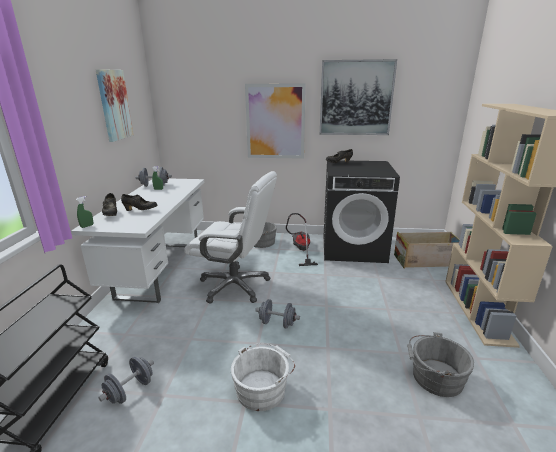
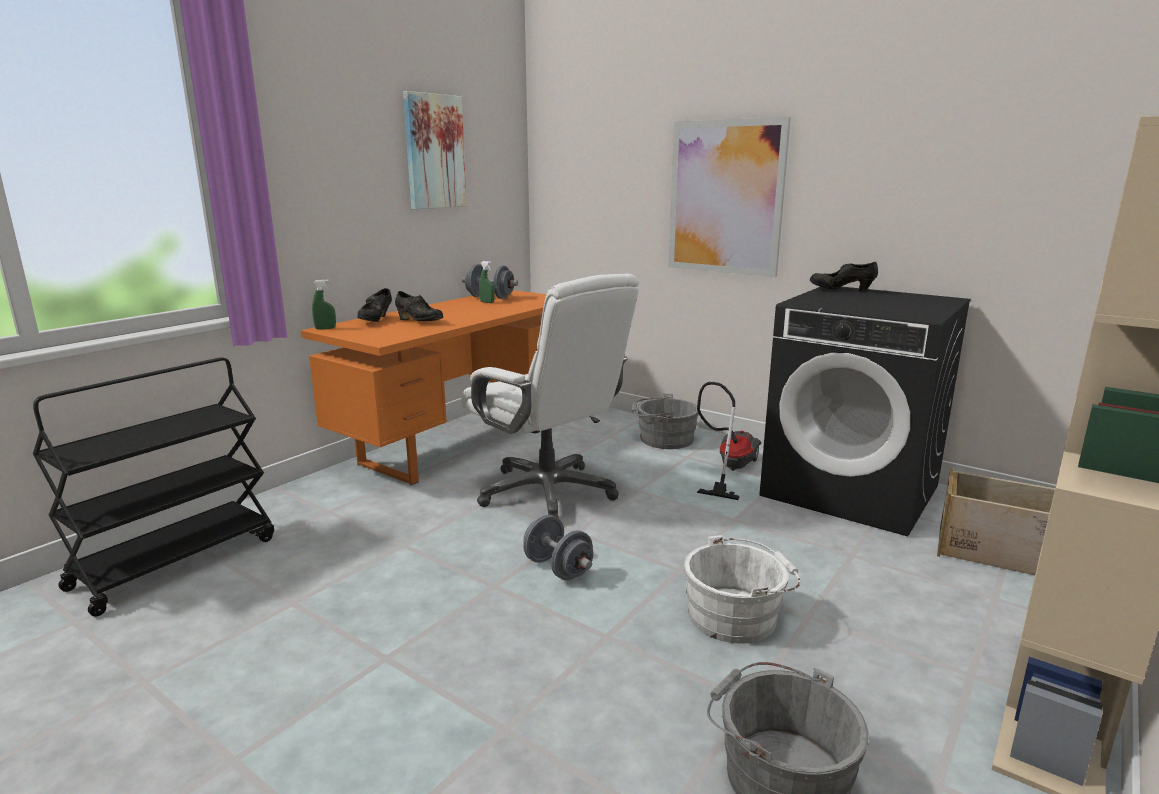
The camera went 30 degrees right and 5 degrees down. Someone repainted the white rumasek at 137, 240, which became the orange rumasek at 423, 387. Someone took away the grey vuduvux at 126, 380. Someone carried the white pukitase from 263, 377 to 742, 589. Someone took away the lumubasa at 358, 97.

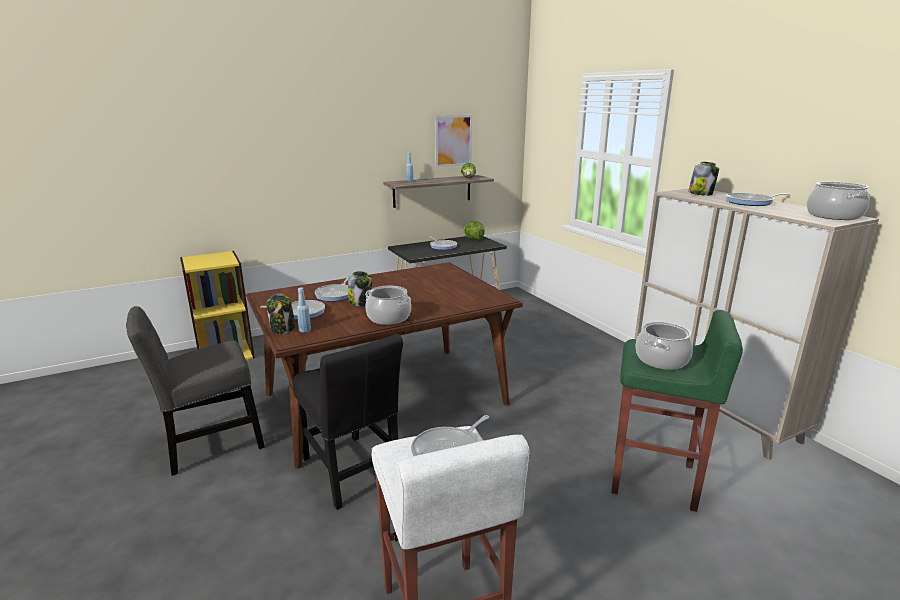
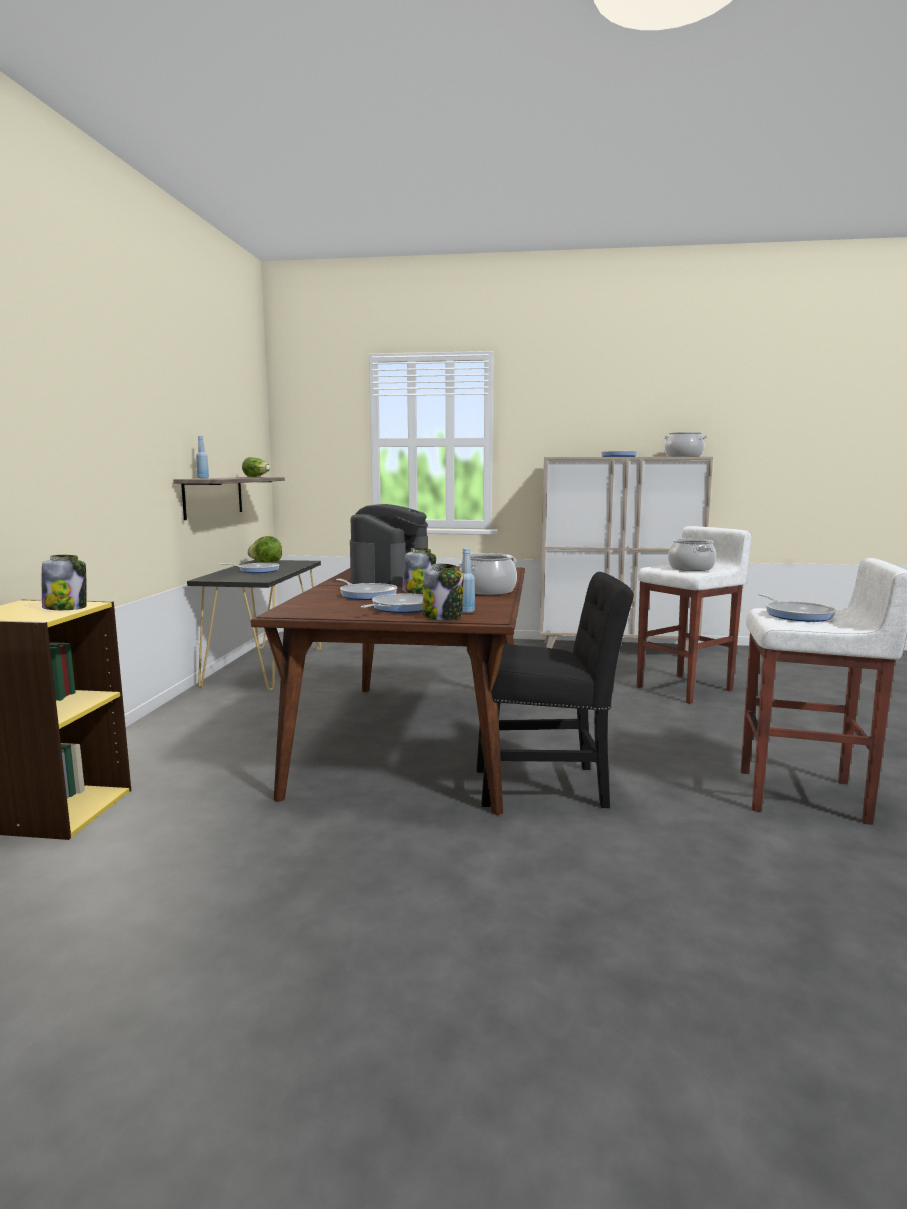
The camera went 55 degrees left and 10 degrees down. Someone took away the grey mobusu at 195, 391. Someone took away the lumubasa at 453, 141. Someone repainted the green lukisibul at 677, 411, which became the white lukisibul at 694, 615. Someone carried the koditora from 703, 179 to 64, 582. Someone put down the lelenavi at 389, 545.

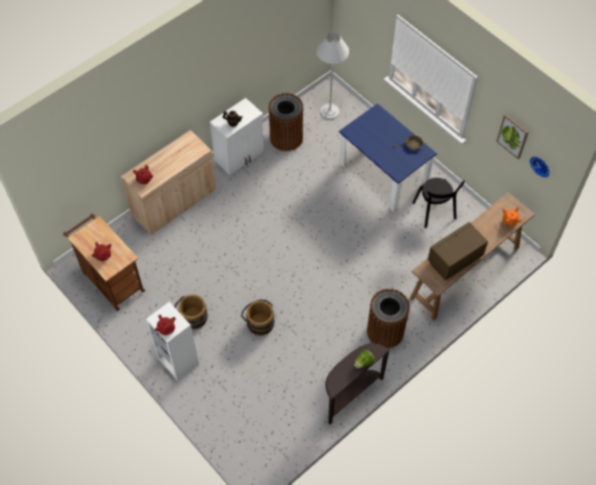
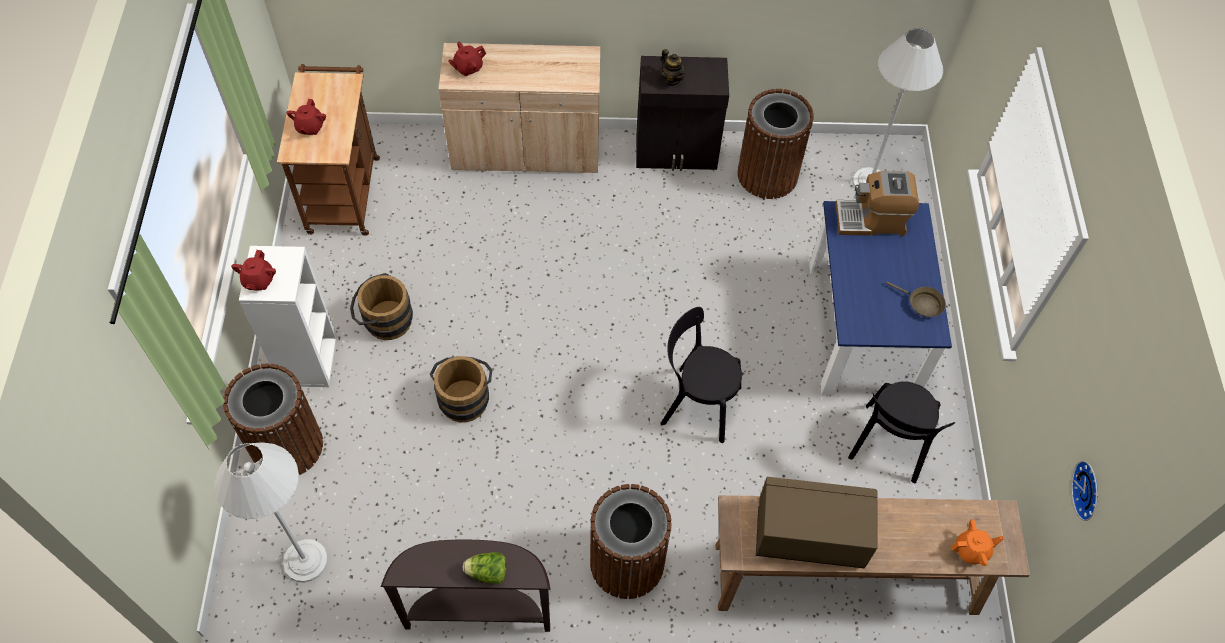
The camera went 40 degrees right and 0 degrees up. Someone repainted the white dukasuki at 237, 136, which became the black dukasuki at 682, 113. Someone took away the lumubasa at 512, 136. Someone put down the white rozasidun at 271, 512. Someone put down the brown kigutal at 273, 419. Someone put down the black mobusu at 701, 375. Someone put down the lelenavi at 877, 203.

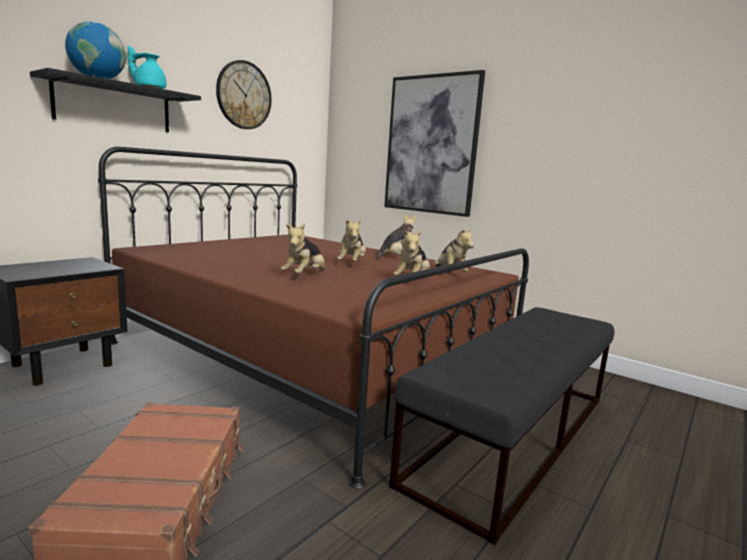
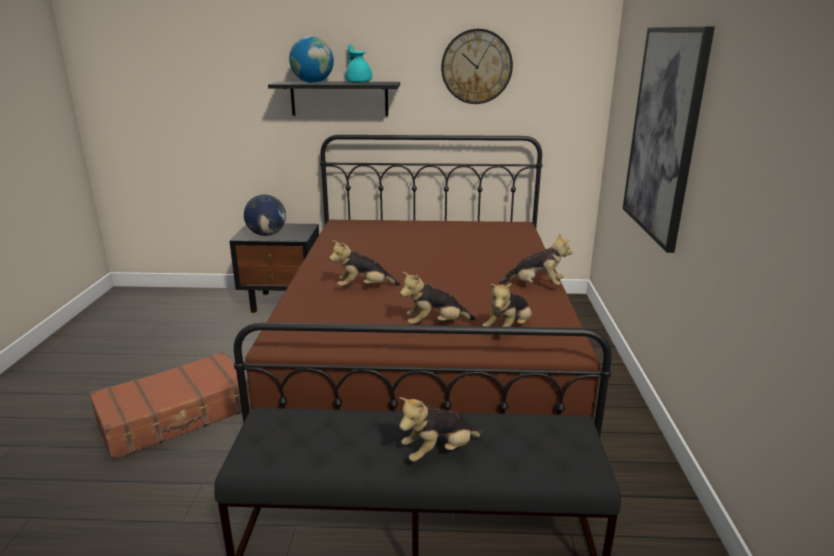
The camera went 55 degrees right and 10 degrees up. Someone carried the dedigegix from 351, 240 to 441, 429. Someone put down the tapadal at 265, 215.

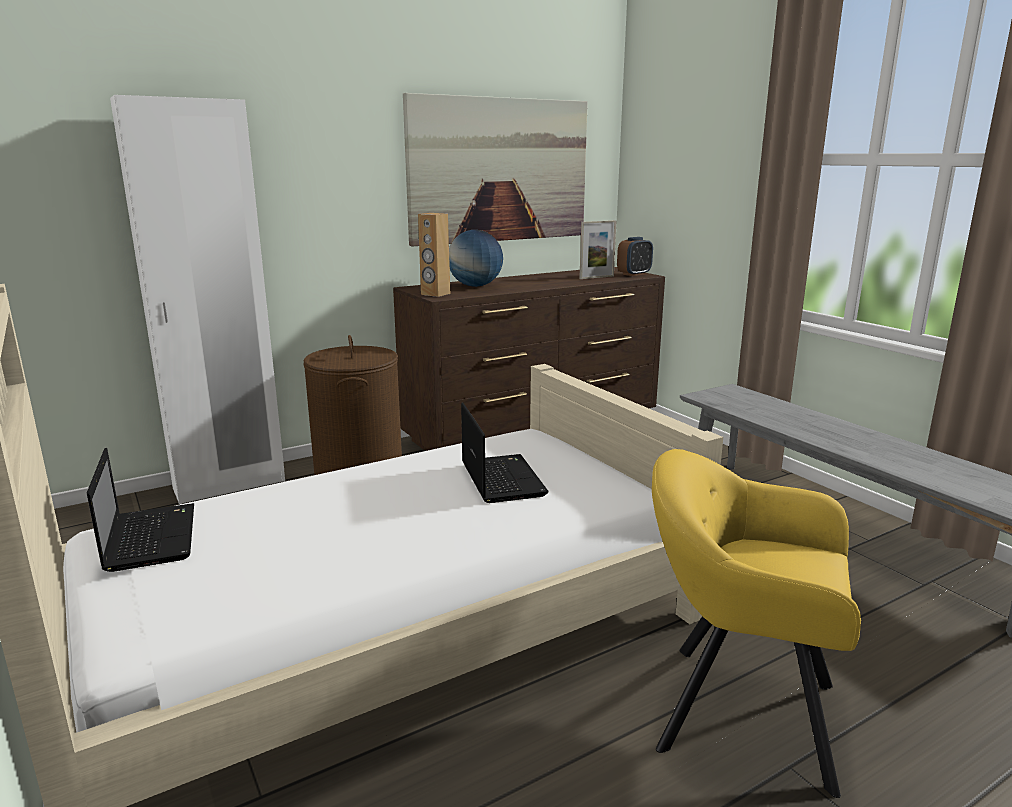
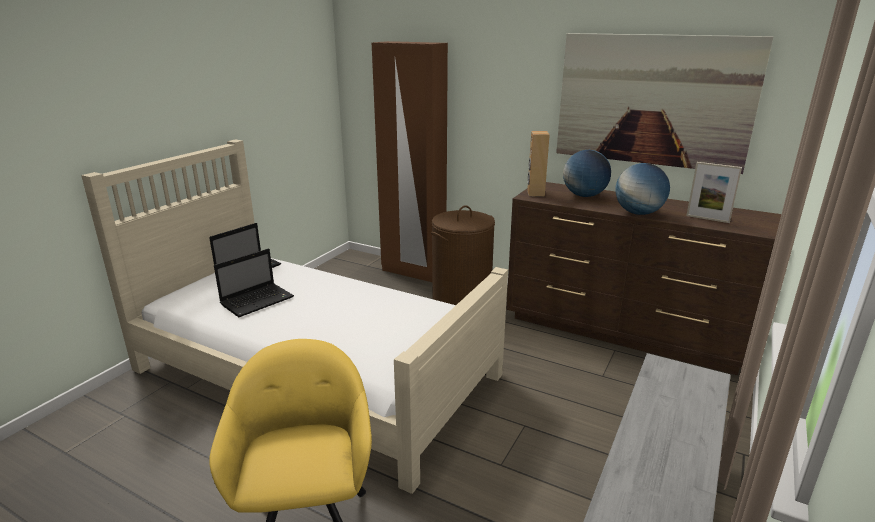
The camera went 60 degrees right and 5 degrees up. Someone repainted the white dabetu at 197, 299, which became the brown dabetu at 410, 161. Someone carried the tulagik from 504, 453 to 254, 283. Someone took away the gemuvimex at 635, 256. Someone put down the tapadal at 642, 189.

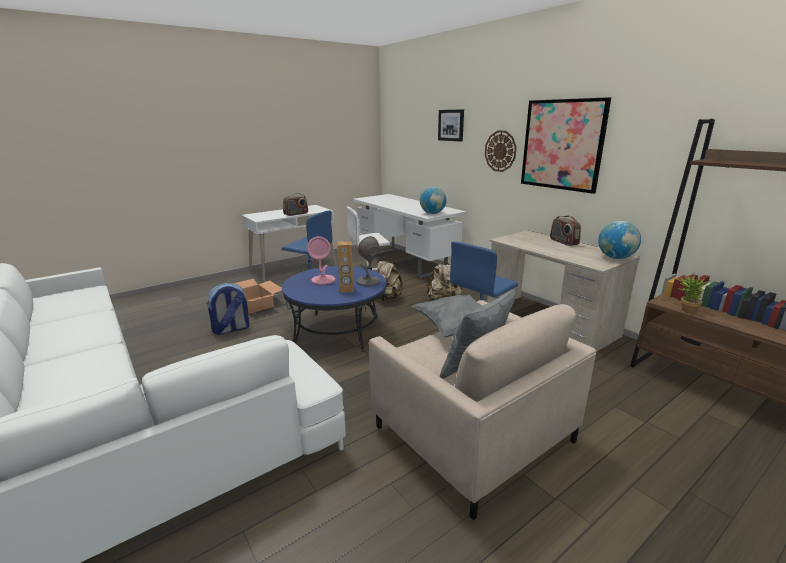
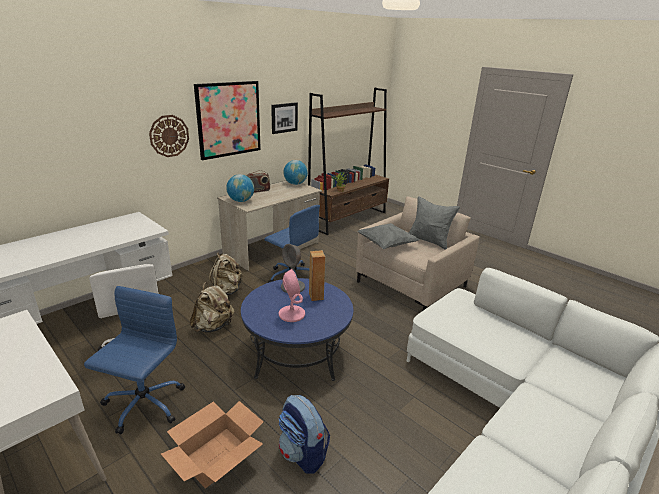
The camera went 100 degrees left and 5 degrees up. Someone took away the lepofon at 295, 204. Someone carried the tapadal from 433, 200 to 240, 188. Someone carried the lumubasa from 451, 125 to 284, 118.

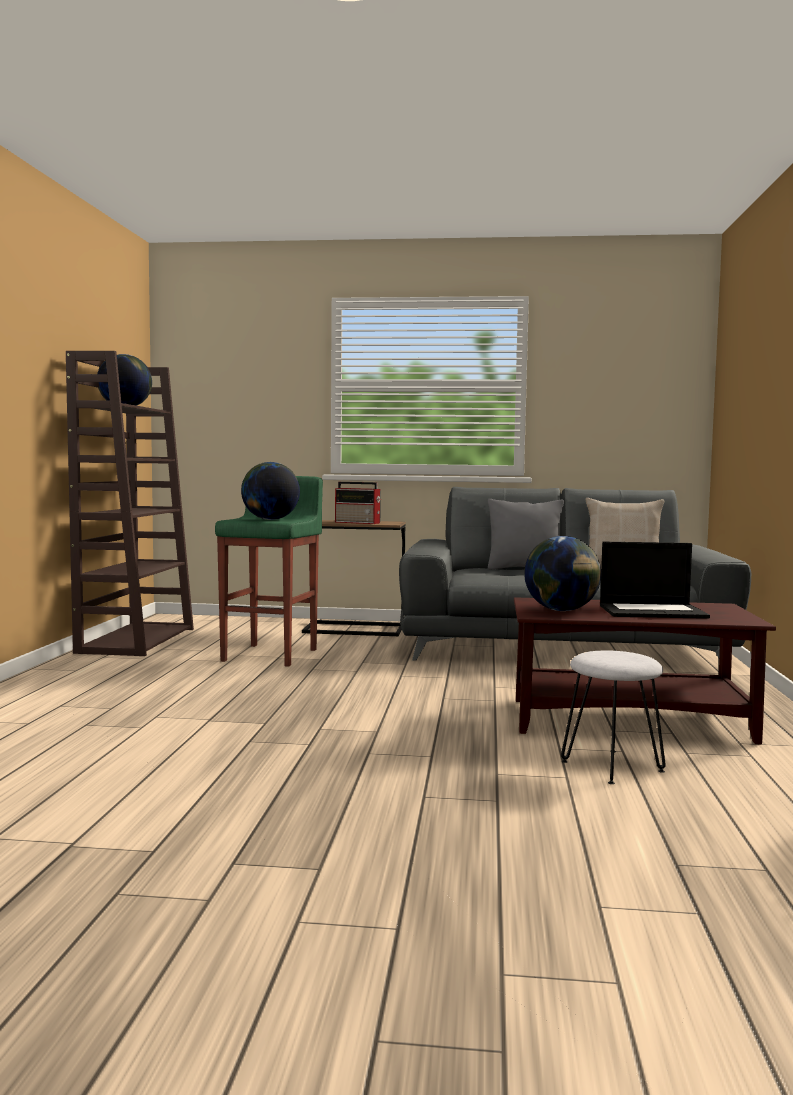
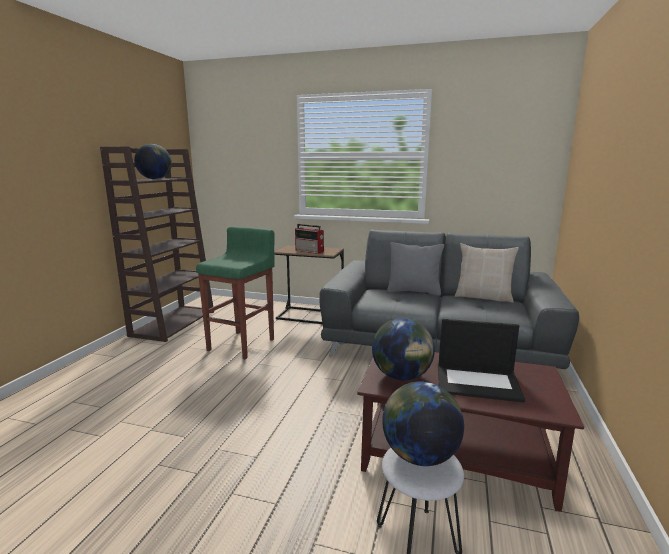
The camera went 10 degrees right and 10 degrees up. Someone carried the tapadal from 270, 491 to 423, 423.

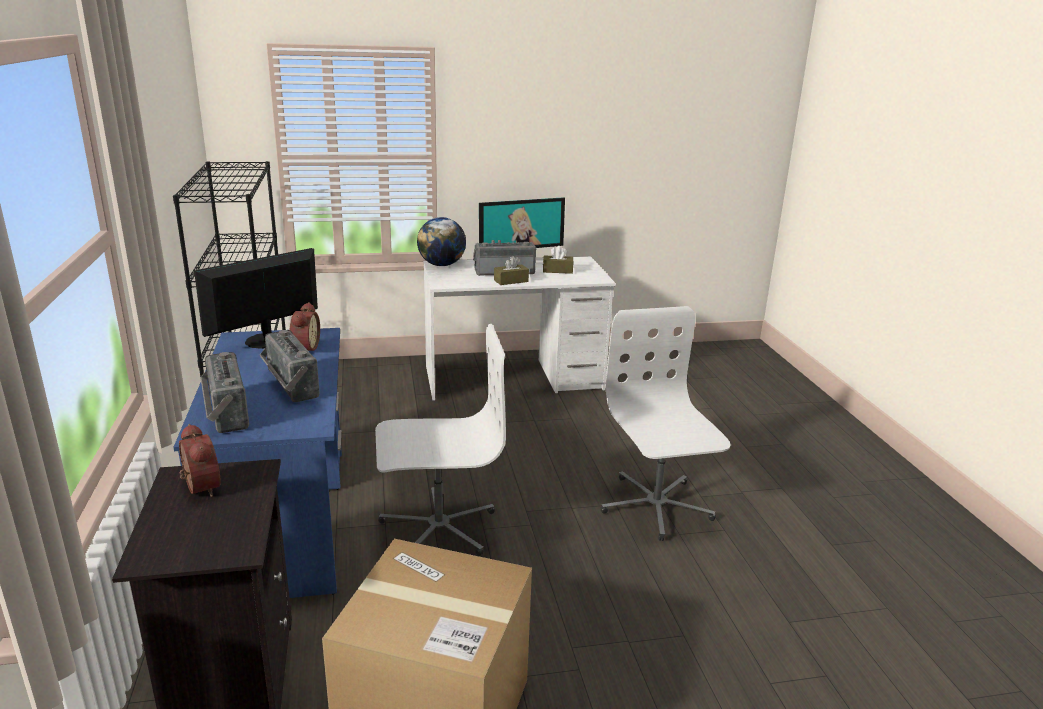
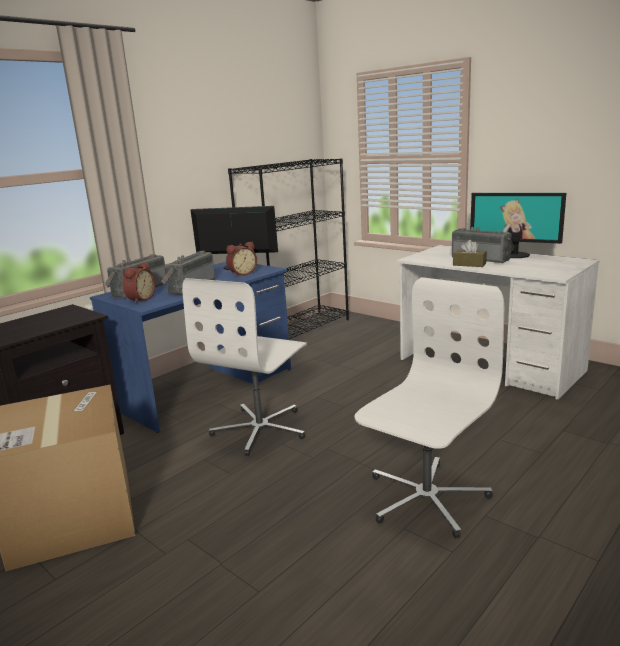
The camera went 55 degrees right and 5 degrees down. Someone carried the gemuvimex from 200, 460 to 139, 283. Someone rotated the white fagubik at 440, 440 by 75 degrees clockwise. Someone took away the tapadal at 441, 241. Someone took away the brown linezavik at 558, 260.

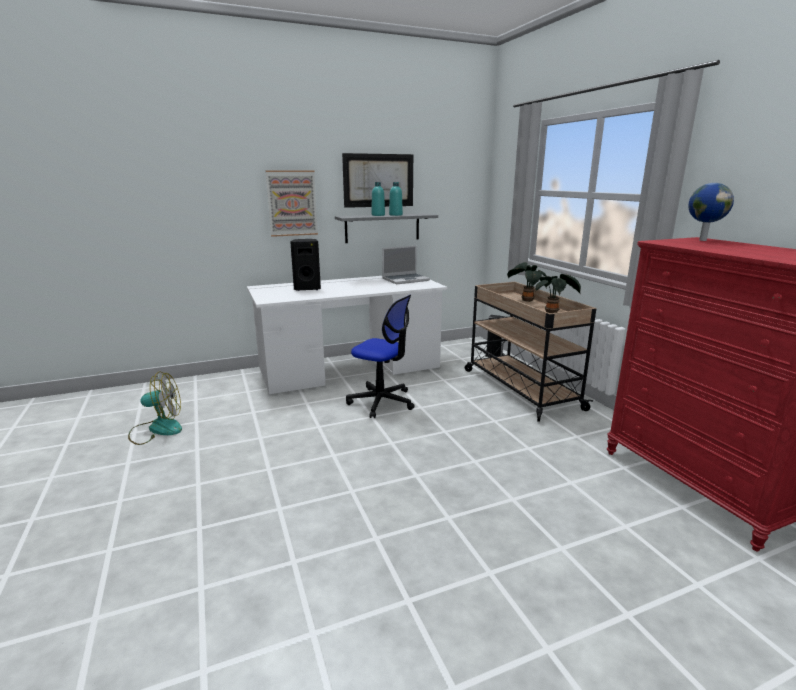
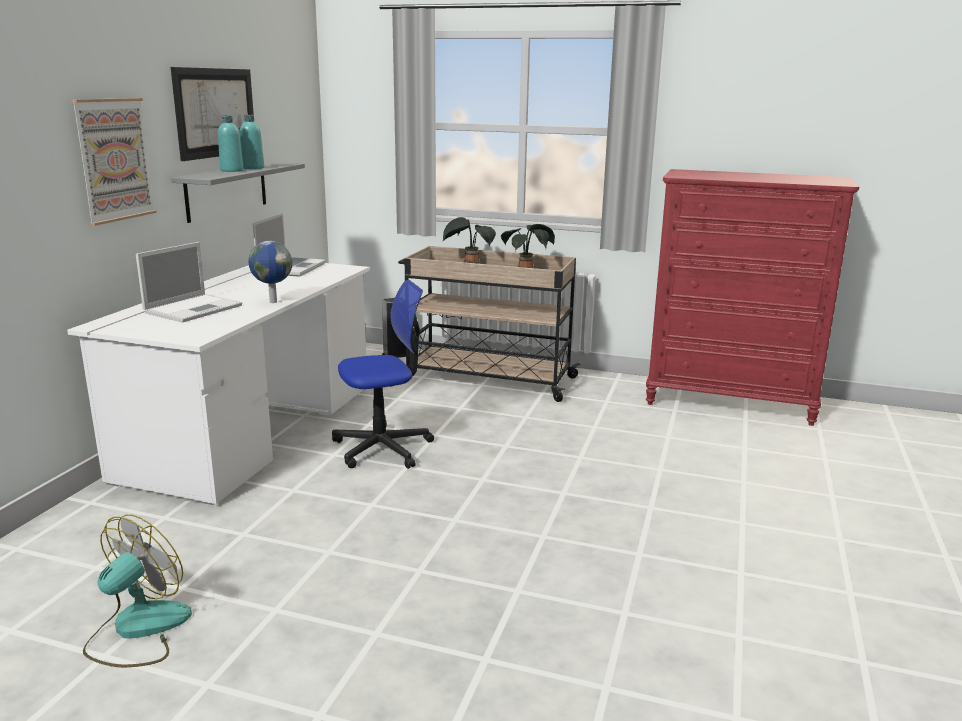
The camera went 50 degrees left and 0 degrees up. Someone swapped the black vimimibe at 305, 265 for the tulagik at 189, 282. Someone carried the tapadal from 711, 212 to 270, 272.

